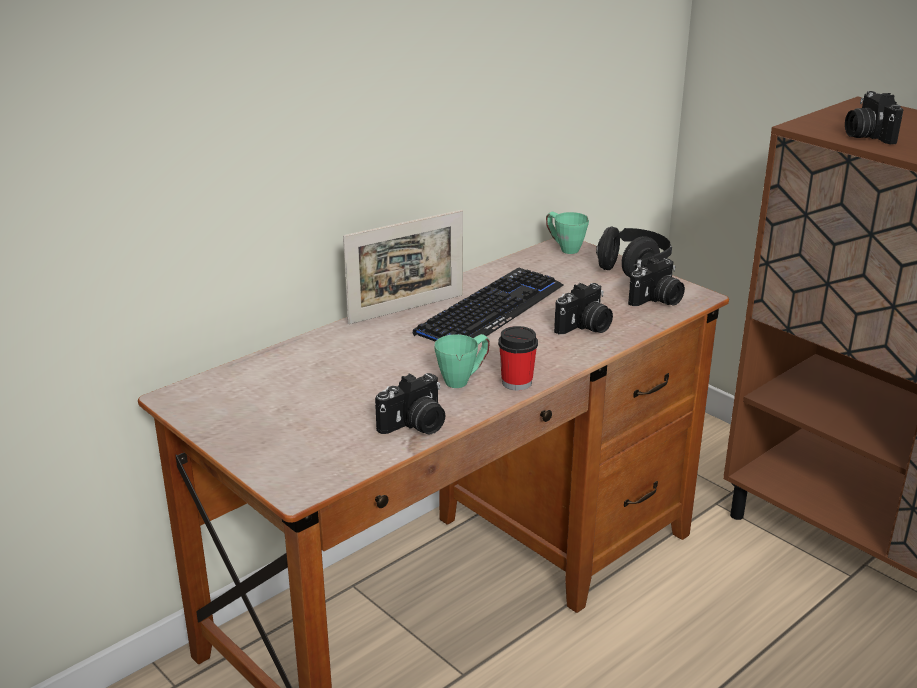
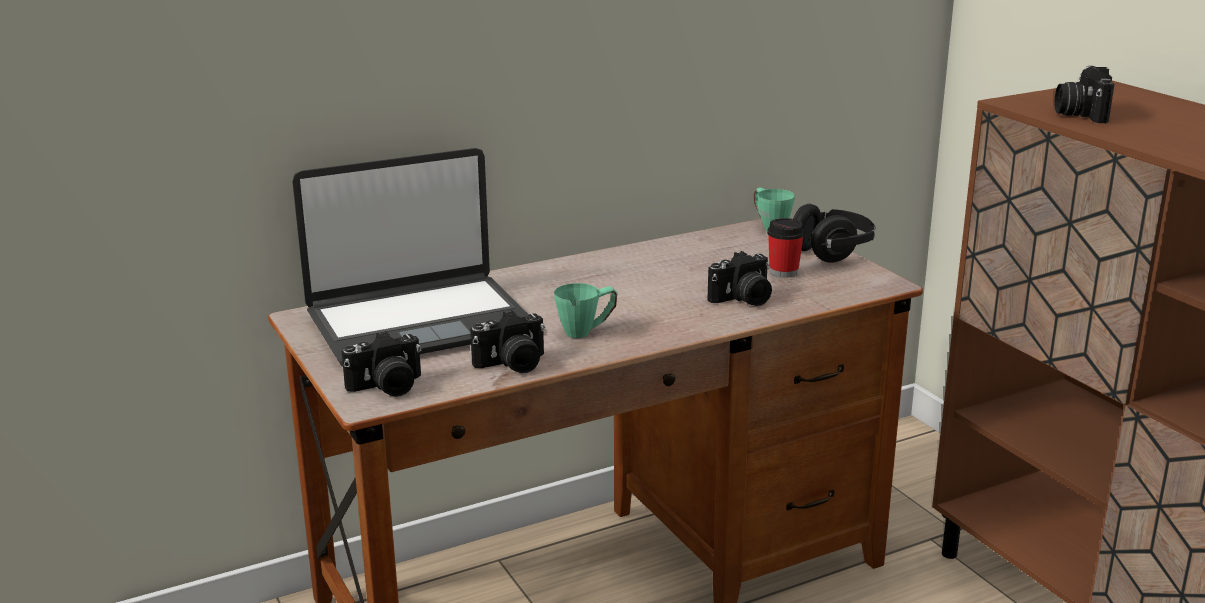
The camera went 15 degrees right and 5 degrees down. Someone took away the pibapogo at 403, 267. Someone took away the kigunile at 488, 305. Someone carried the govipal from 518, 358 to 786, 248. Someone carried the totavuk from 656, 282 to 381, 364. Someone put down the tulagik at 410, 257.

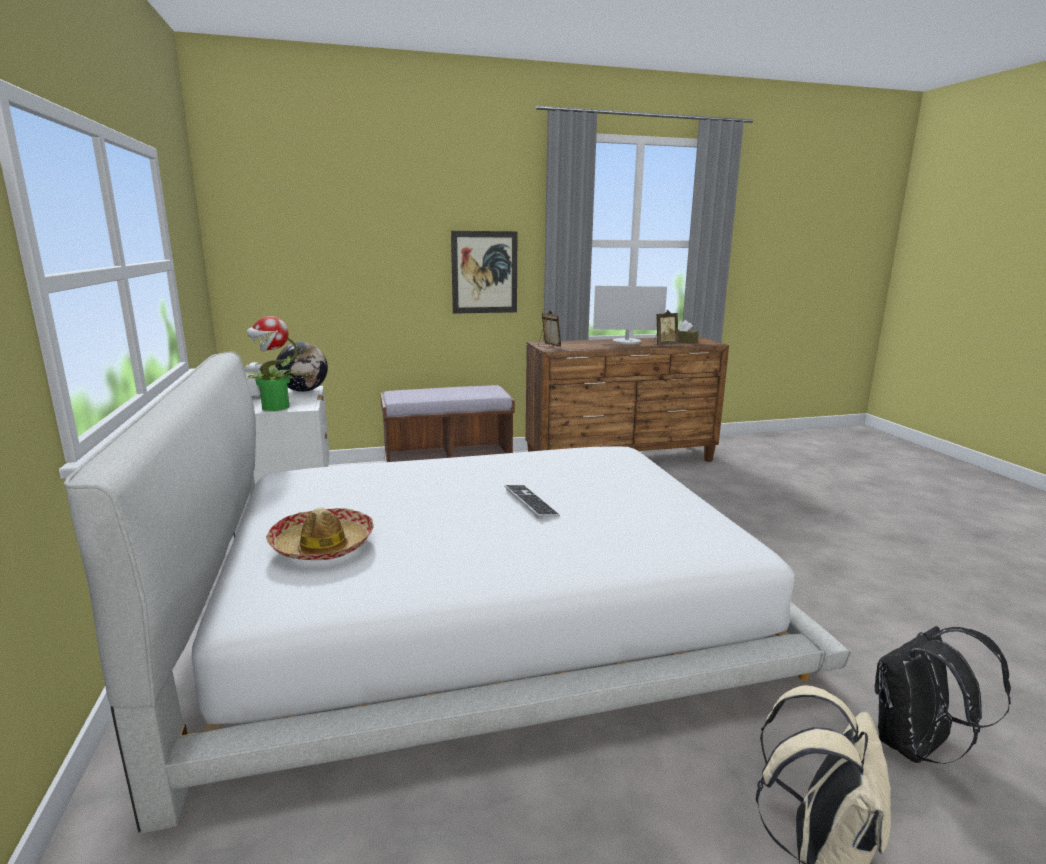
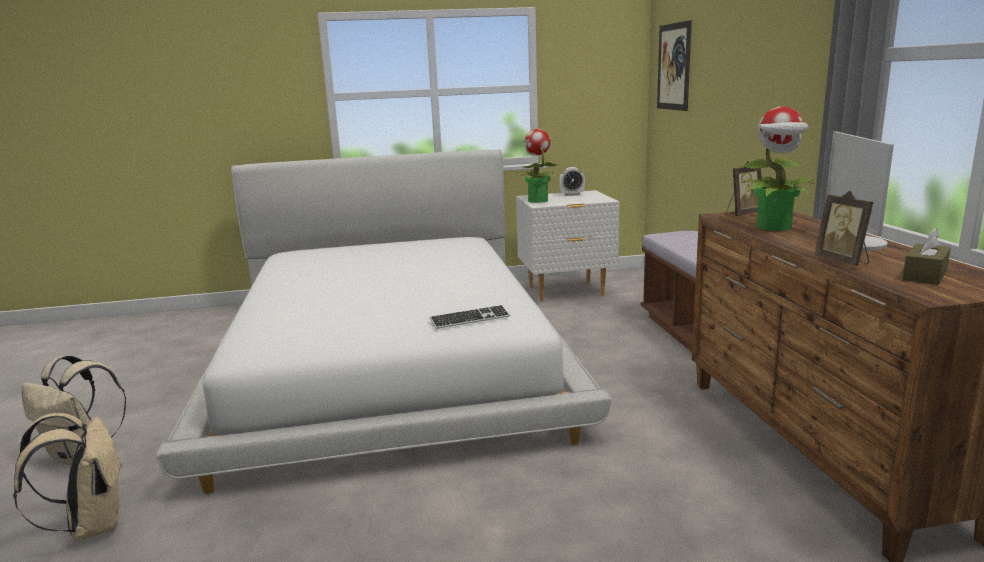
The camera went 95 degrees right and 0 degrees up. Someone took away the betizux at 320, 534. Someone took away the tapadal at 301, 367. Someone carried the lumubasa from 484, 272 to 674, 65. Someone carried the kigunile from 532, 502 to 470, 317. Someone repainted the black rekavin at 943, 695, which became the beige rekavin at 68, 477. Someone put down the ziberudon at 778, 169.

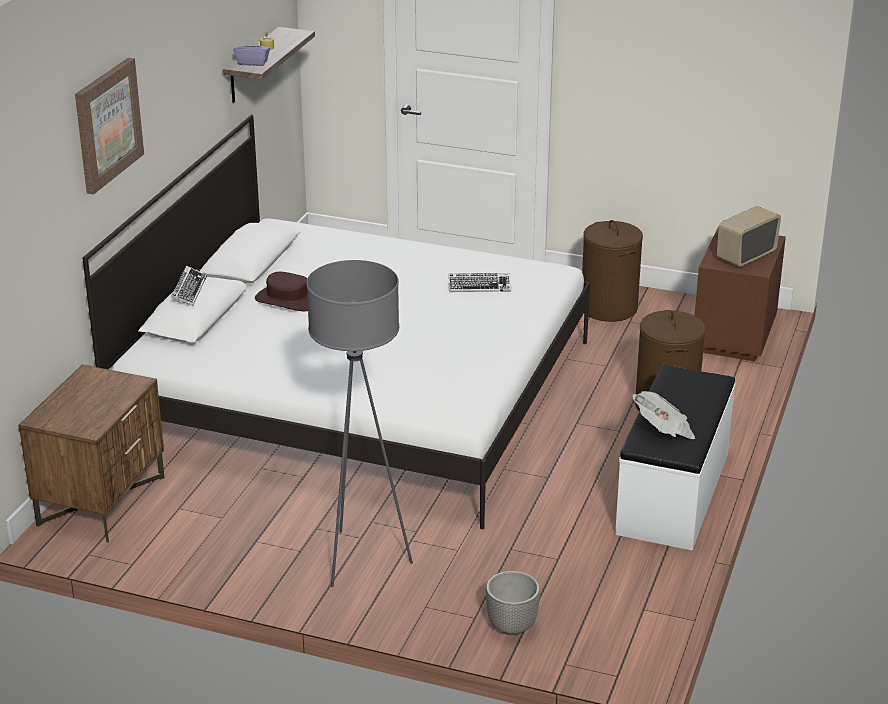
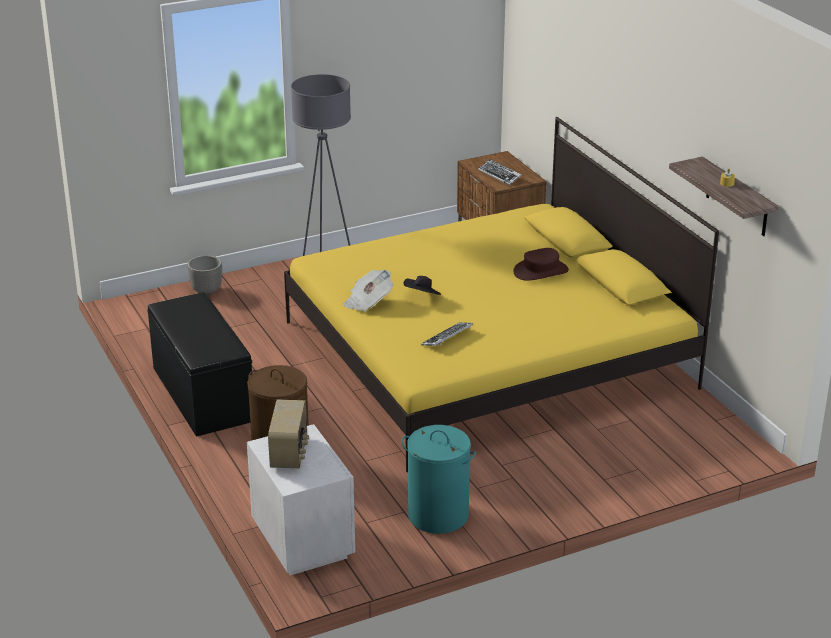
The camera went 135 degrees right and 0 degrees up. Someone took away the lumubasa at 109, 126. Someone repainted the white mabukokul at 336, 322, which became the yellow mabukokul at 501, 294. Someone carried the kigunile from 189, 286 to 499, 172. Someone took away the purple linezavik at 252, 51. Someone repainted the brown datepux at 612, 271, which became the turquoise datepux at 438, 479. Someone repainted the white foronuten at 675, 458, which became the black foronuten at 199, 364. Someone carried the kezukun from 664, 415 to 368, 291. Someone repainted the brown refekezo at 740, 294, which became the white refekezo at 301, 499. Someone put down the black betizux at 422, 285.

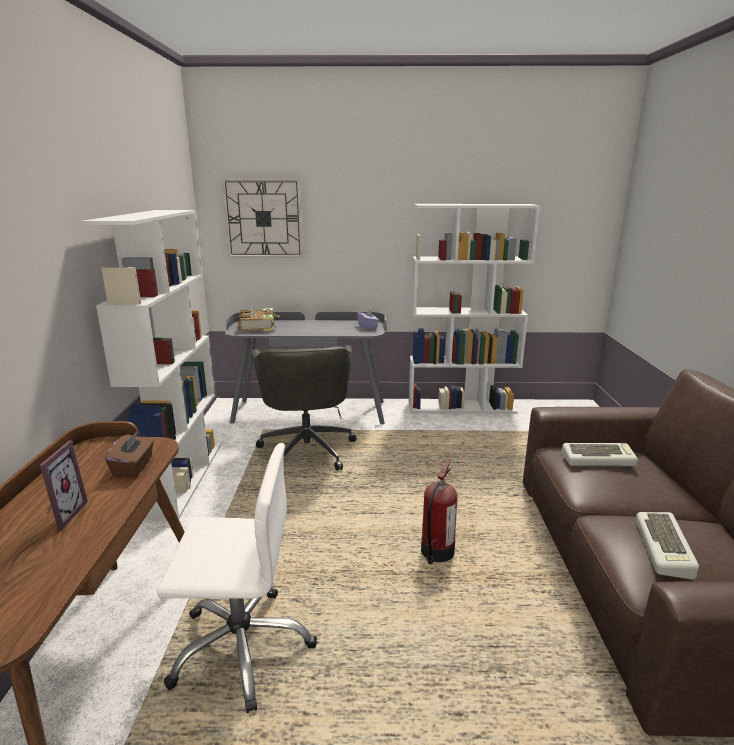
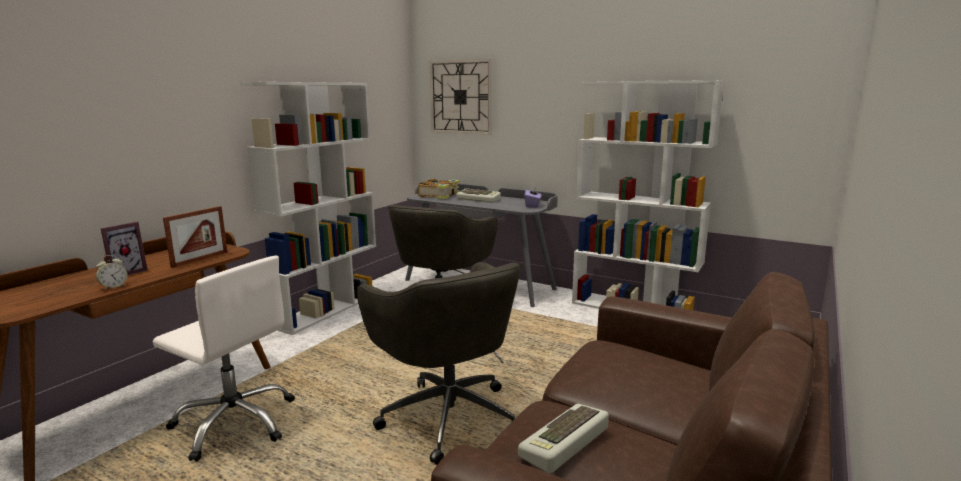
The camera went 30 degrees right and 5 degrees down. Someone swapped the brown linezavik at 129, 454 for the pibapogo at 195, 237. Someone swapped the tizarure at 439, 511 for the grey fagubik at 439, 363. Someone carried the kigunile from 600, 454 to 478, 196. Someone put down the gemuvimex at 111, 272.

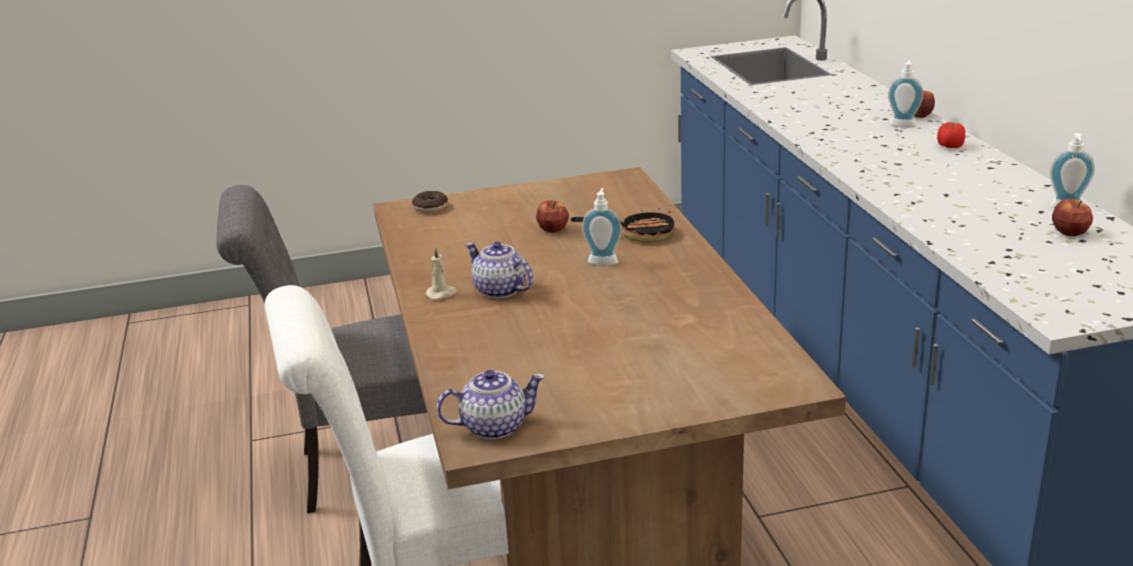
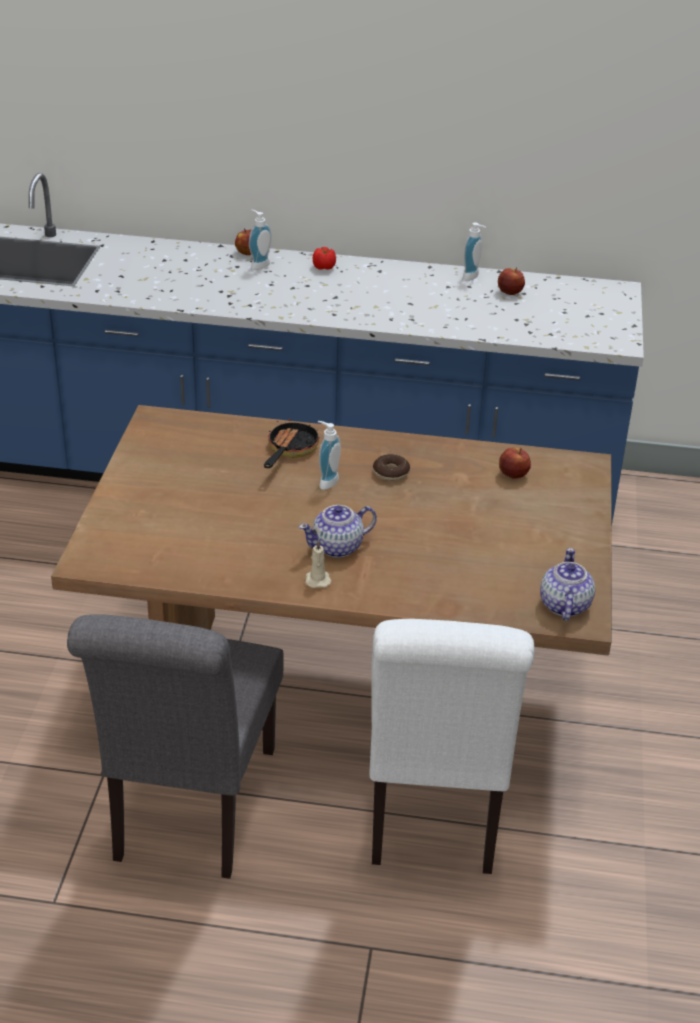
The camera went 70 degrees left and 10 degrees up. Someone carried the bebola from 430, 202 to 391, 467. Someone carried the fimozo from 552, 216 to 515, 463.

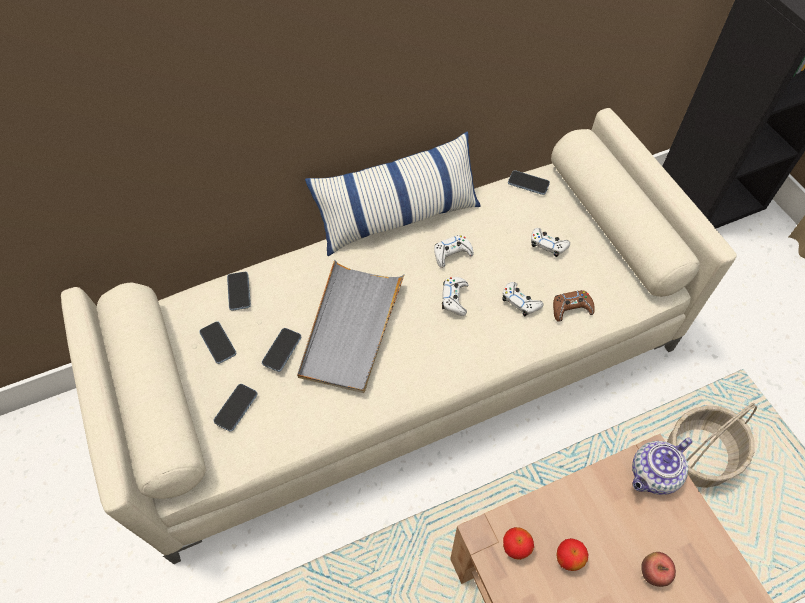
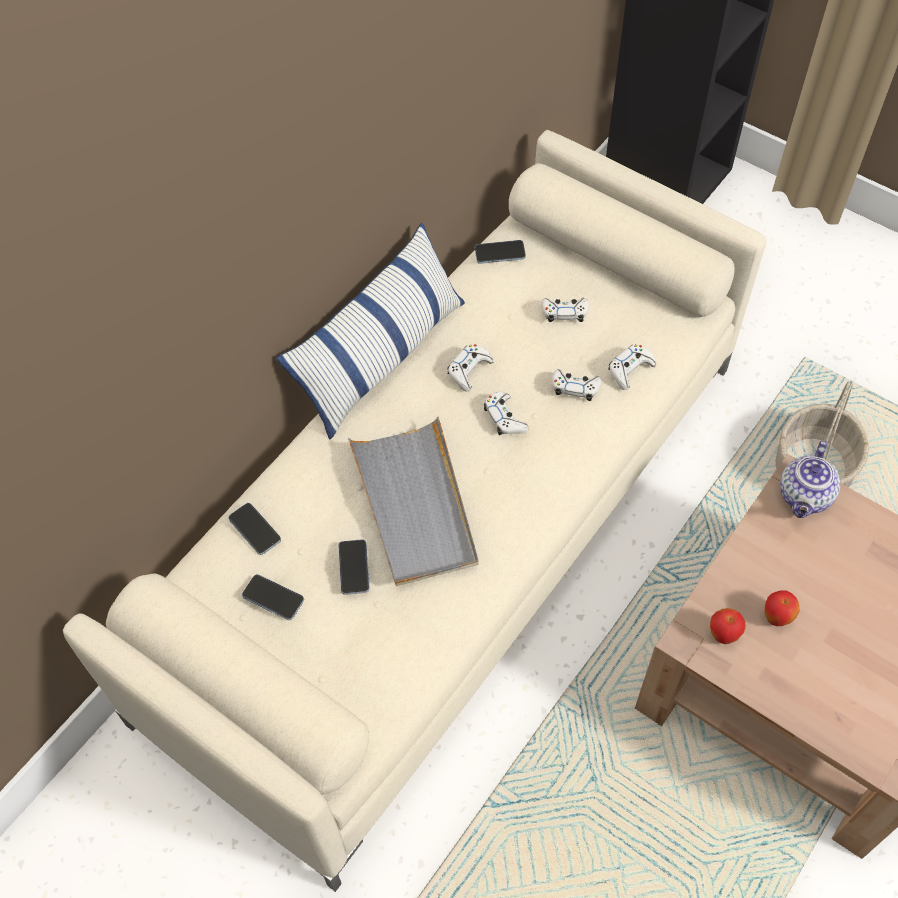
The camera went 30 degrees left and 0 degrees up. Someone took away the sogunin at 235, 408. Someone repainted the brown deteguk at 574, 306, which became the white deteguk at 632, 367. Someone took away the fimozo at 658, 569.

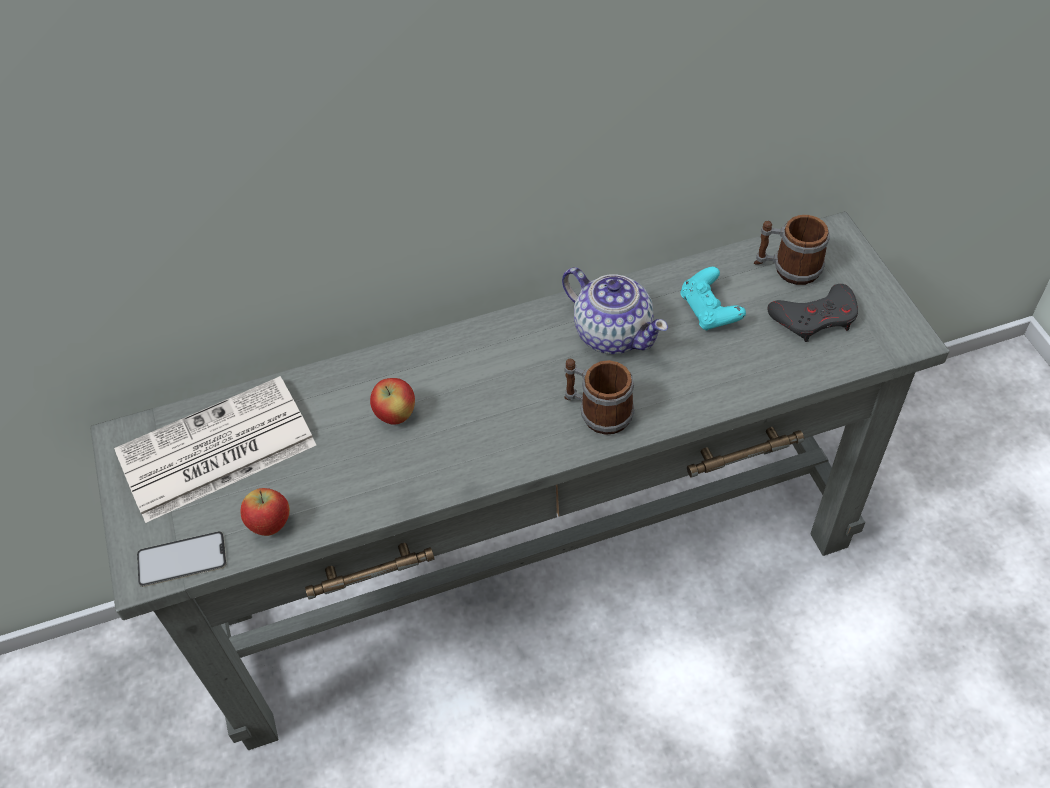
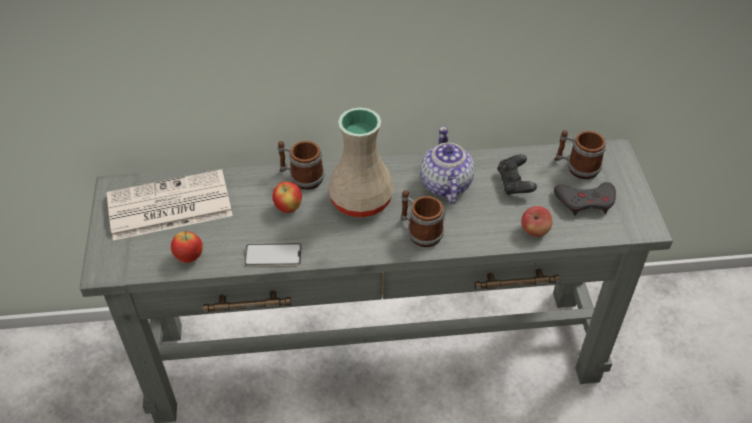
The camera went 10 degrees right and 5 degrees down. Someone carried the sogunin from 182, 559 to 273, 254. Someone rotated the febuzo at 615, 310 by 150 degrees counterclockwise. Someone repainted the turquoise deteguk at 713, 299, which became the black deteguk at 517, 174. Someone put down the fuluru at 301, 165. Someone put down the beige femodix at 361, 162. Someone put down the fimozo at 536, 221.

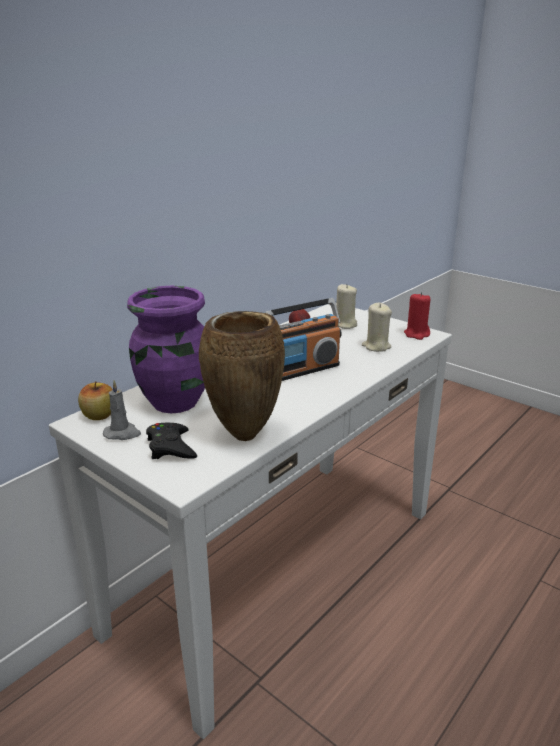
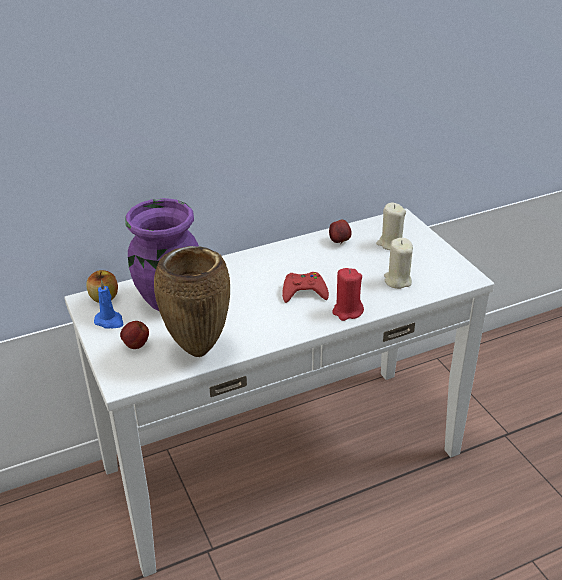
The camera went 25 degrees right and 10 degrees up. Someone repainted the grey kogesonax at 122, 410, which became the blue kogesonax at 109, 304. Someone swapped the black deteguk at 171, 441 for the fimozo at 134, 335. Someone swapped the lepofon at 303, 339 for the red deteguk at 305, 287. Someone carried the red kogesonax from 417, 316 to 348, 294.

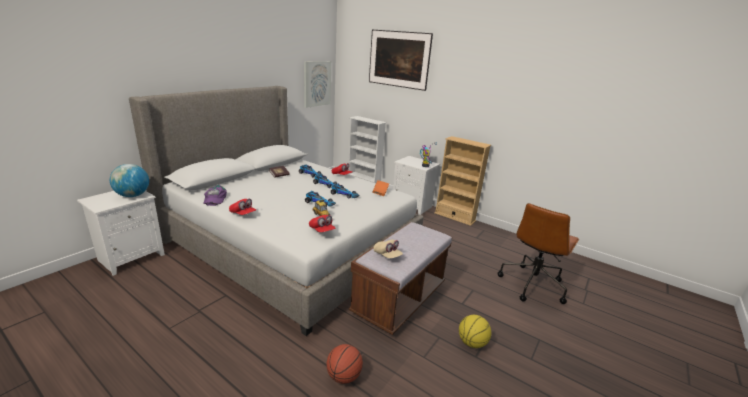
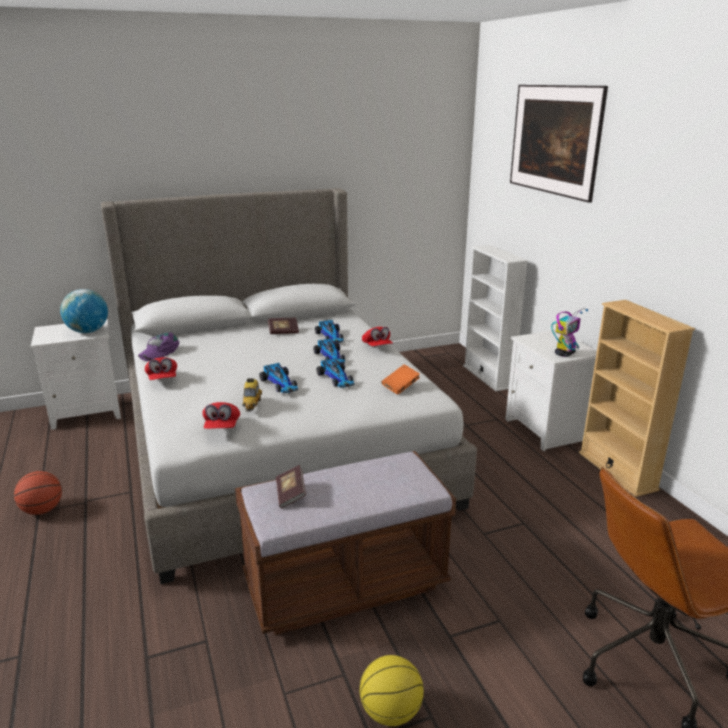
The camera went 35 degrees right and 0 degrees up. Someone took away the lumubasa at 317, 84. Someone carried the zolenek from 344, 364 to 38, 493. Someone swapped the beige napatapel at 388, 249 for the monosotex at 291, 487.

